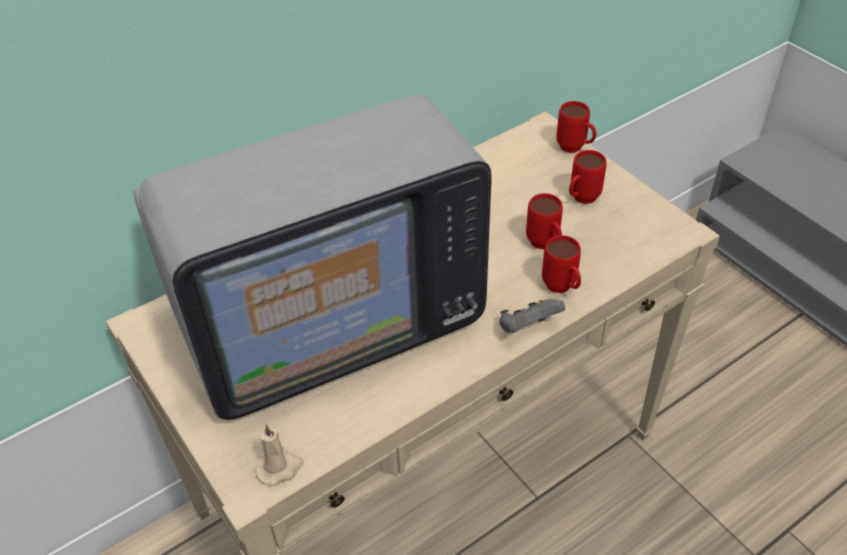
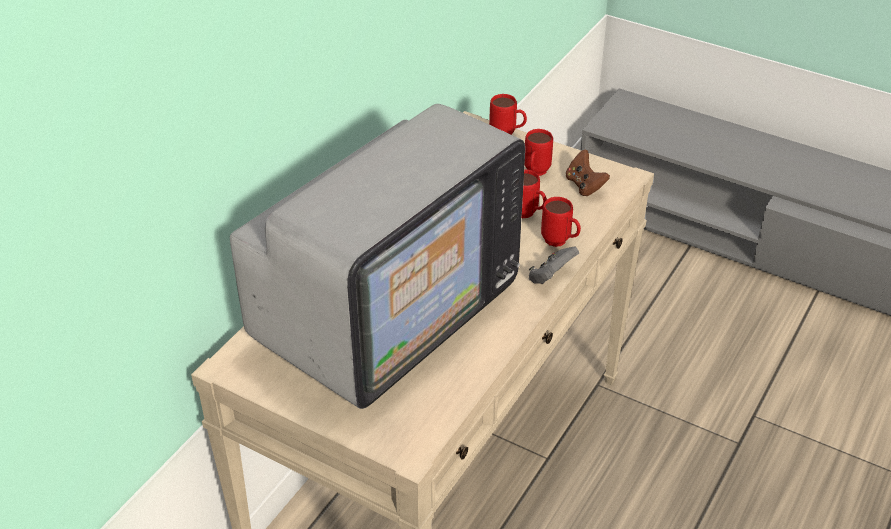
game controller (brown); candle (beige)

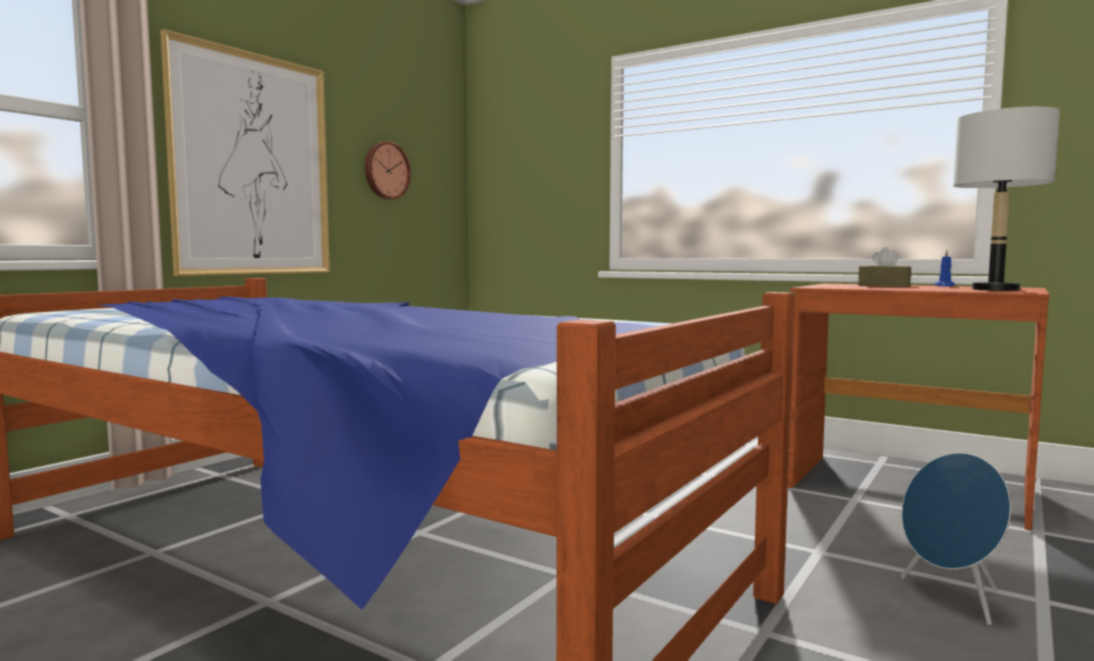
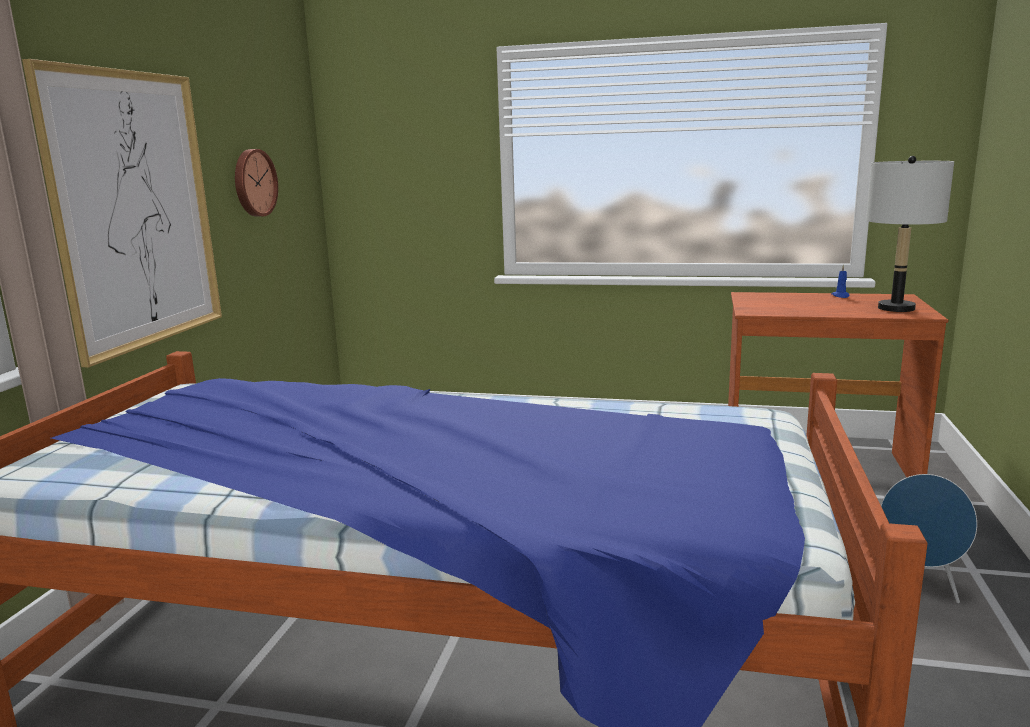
tissue box (brown)

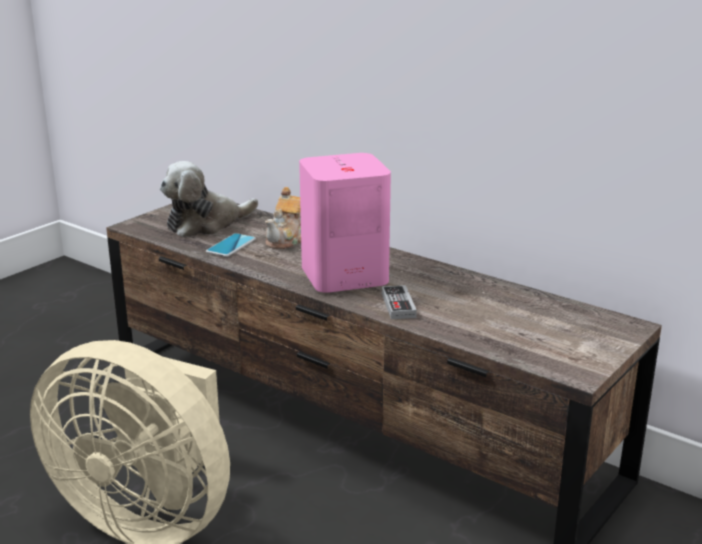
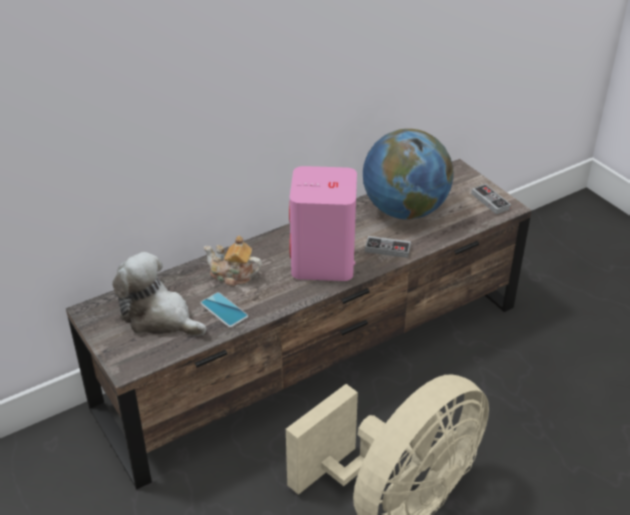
plush toy; teapot; globe; game controller (2nd from left)

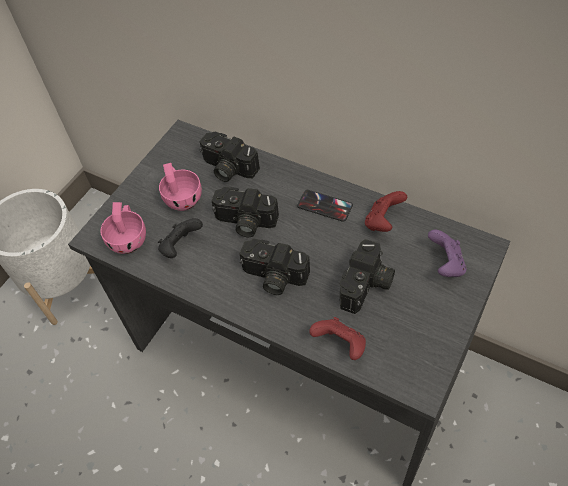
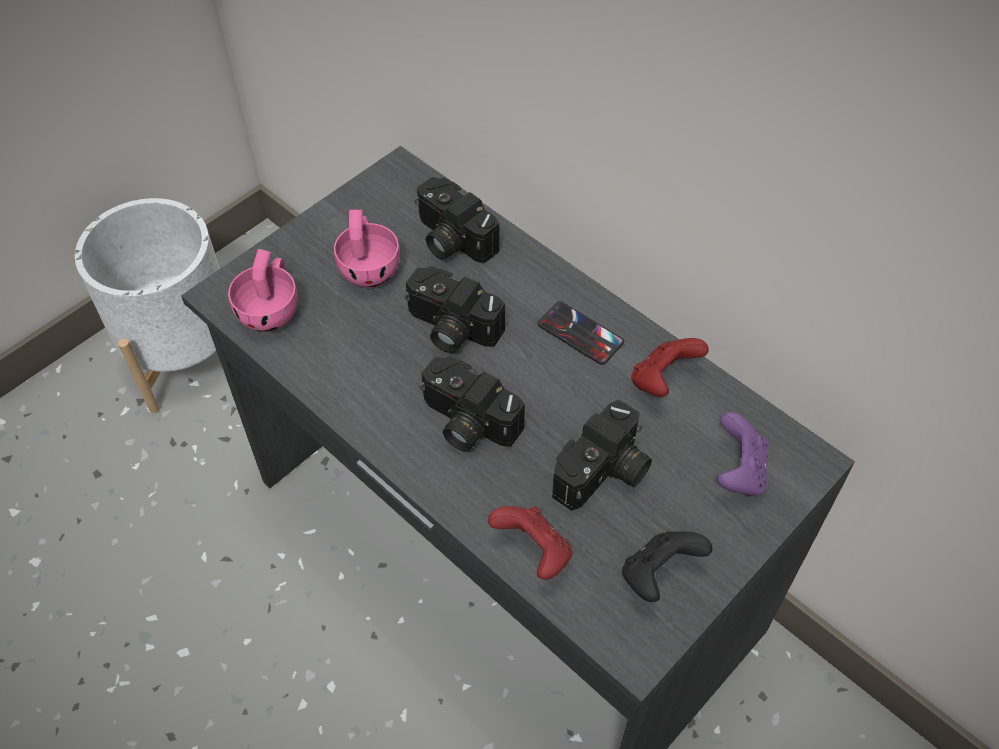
game controller (black)

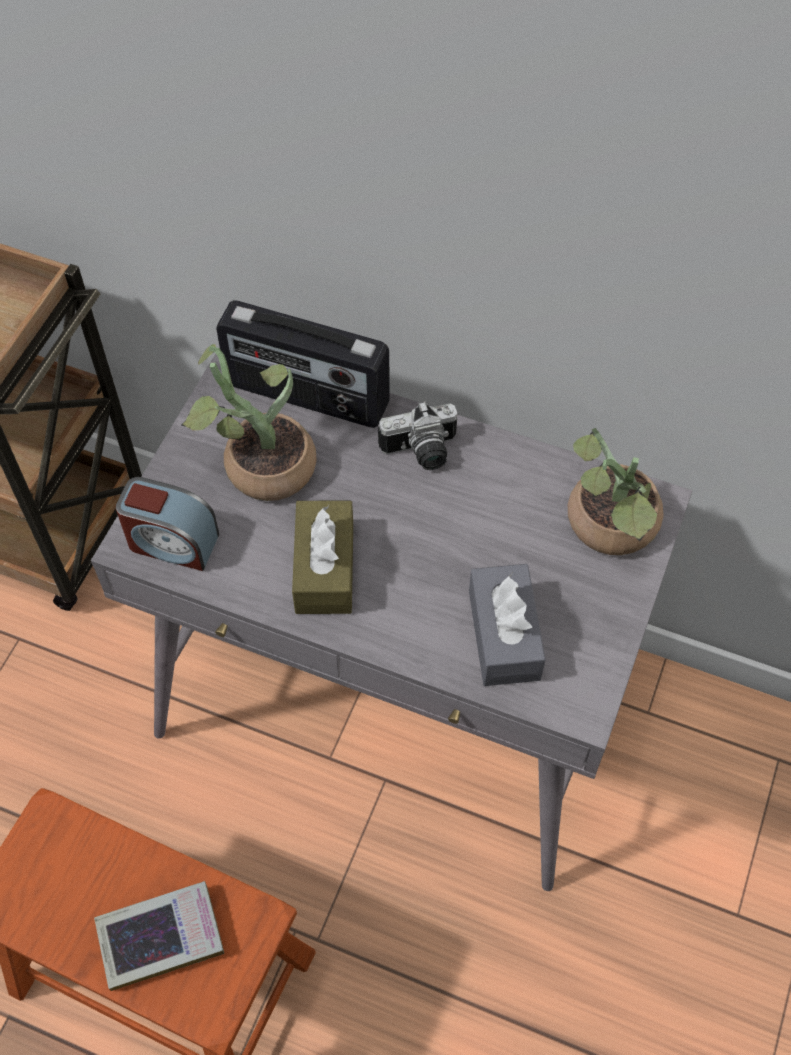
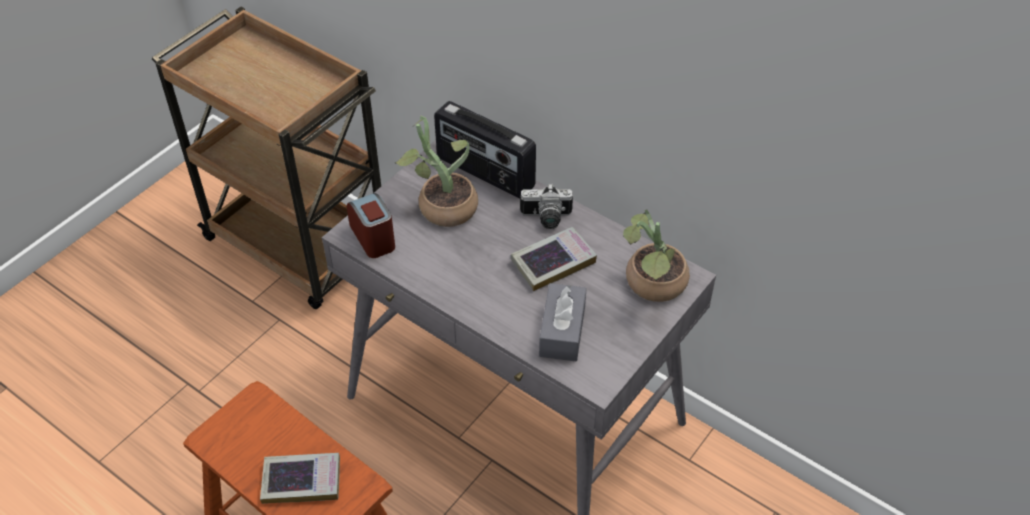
alarm clock; book (2nd from left); tissue box (brown)

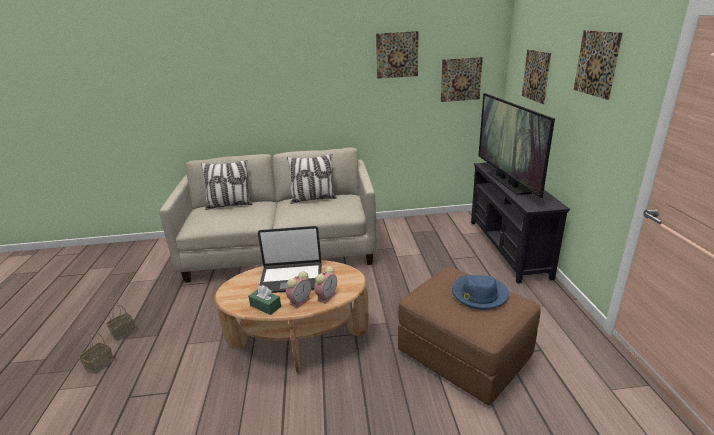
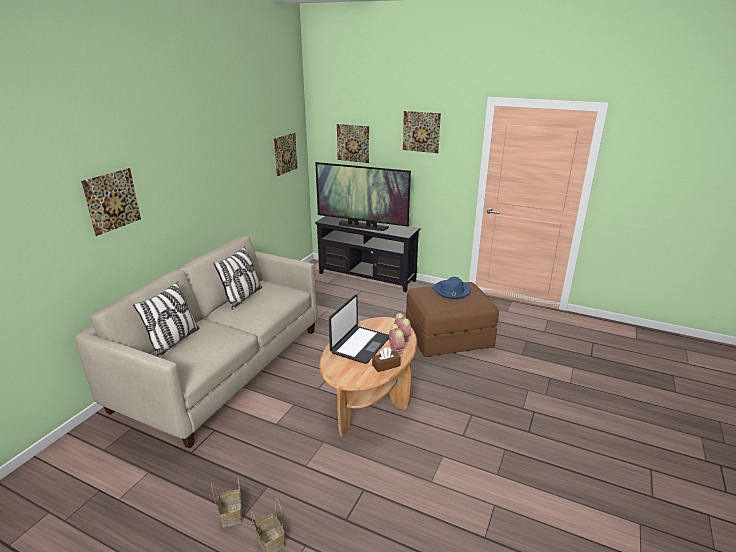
picture (1st from left); tissue box (brown)

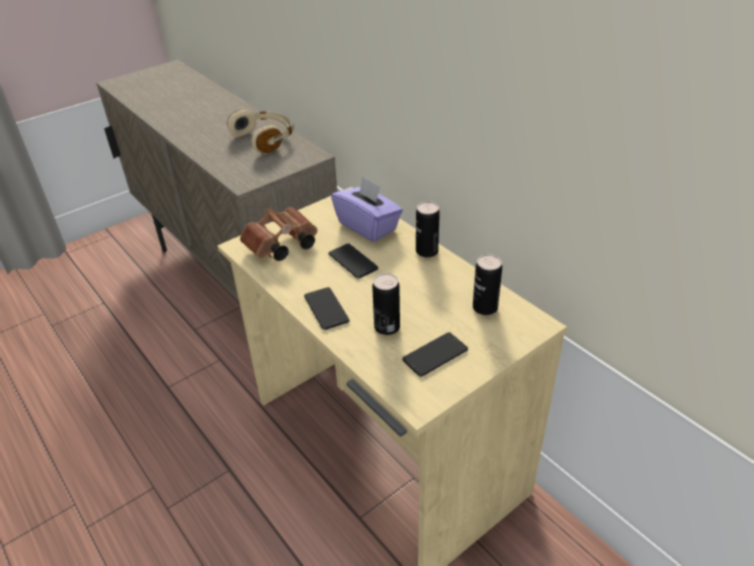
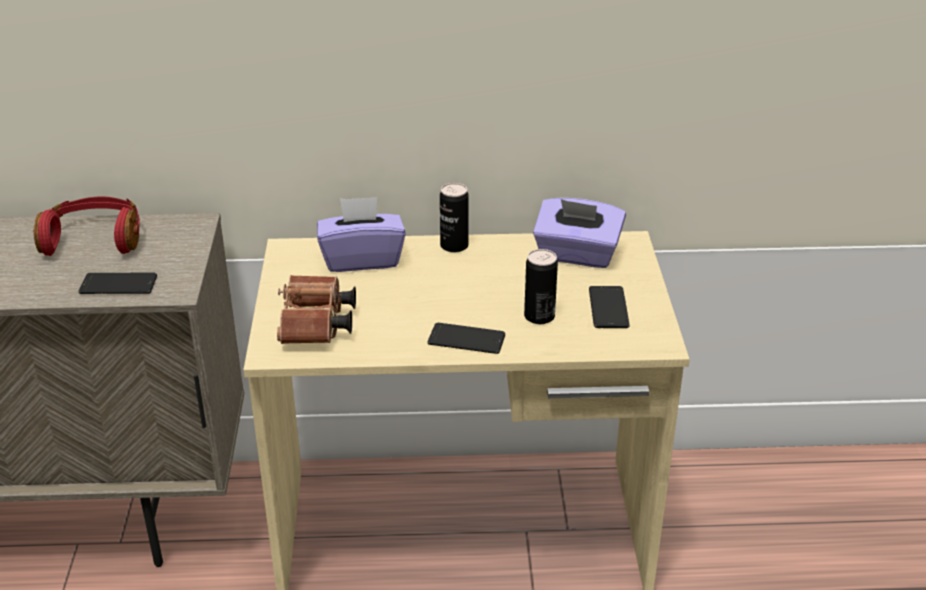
headphones (red); phone (1st from left); tissue box (purple) (2nd from left)

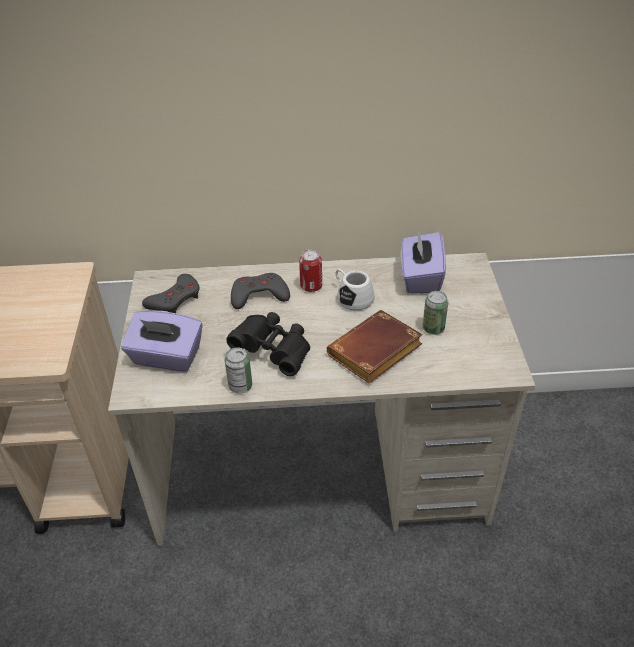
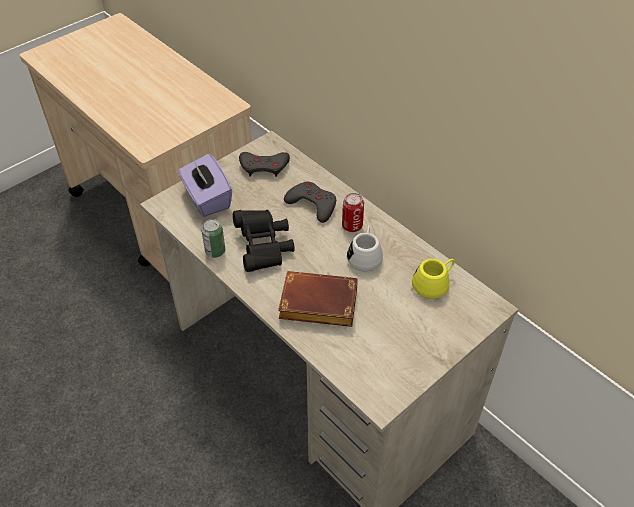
mug (yellow); can (3rd from left in the first image)

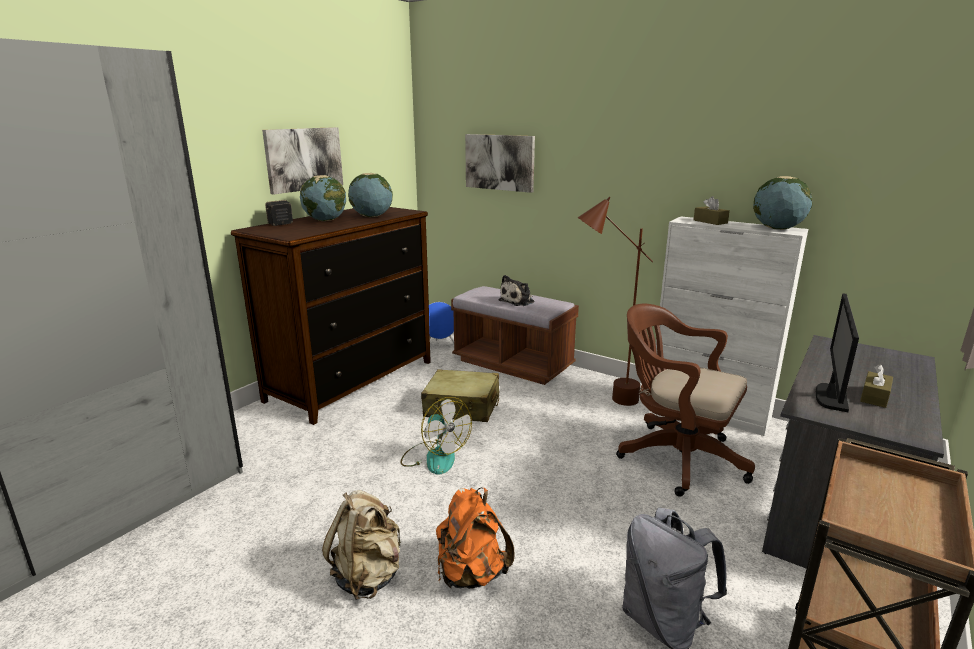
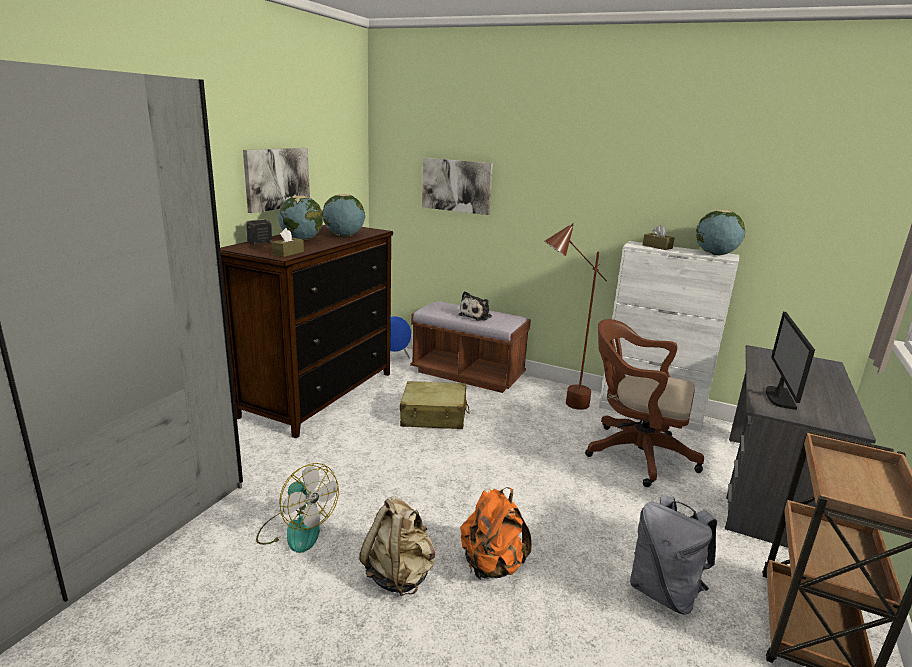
fan; tissue box (brown) (1st from left)

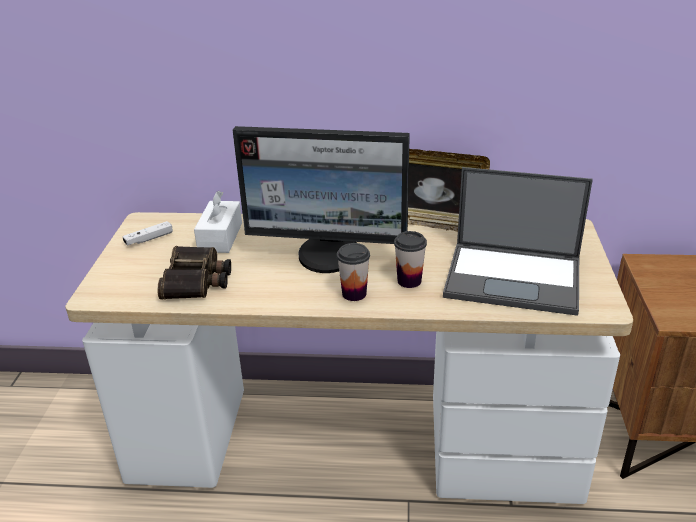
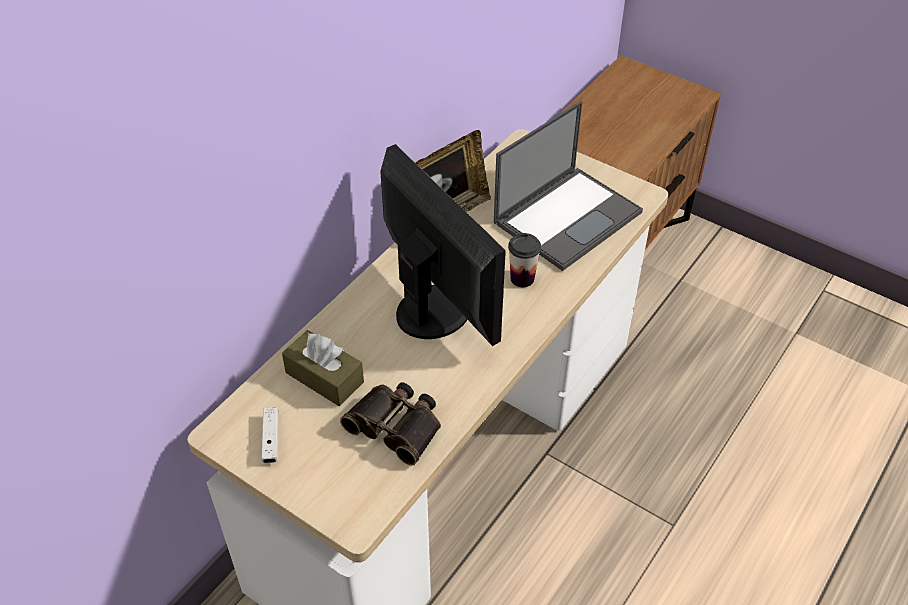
tissue box (brown); monitor; cup (1st from left in the first image)

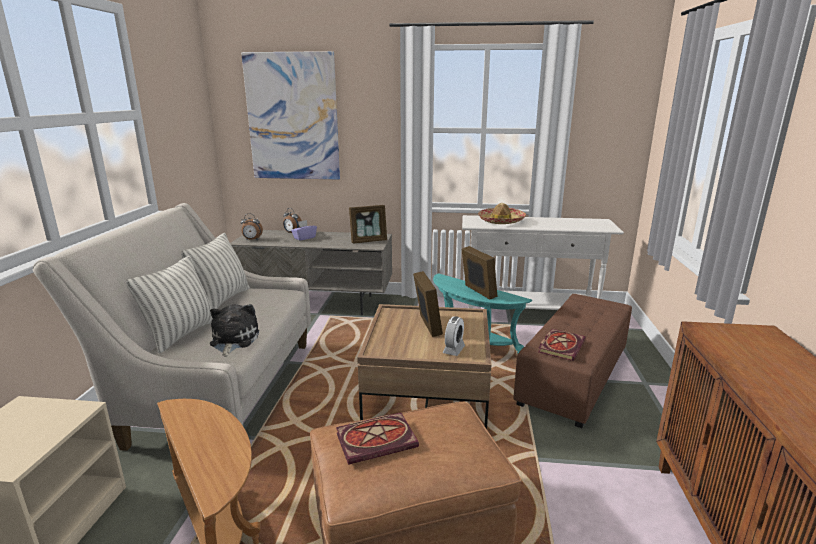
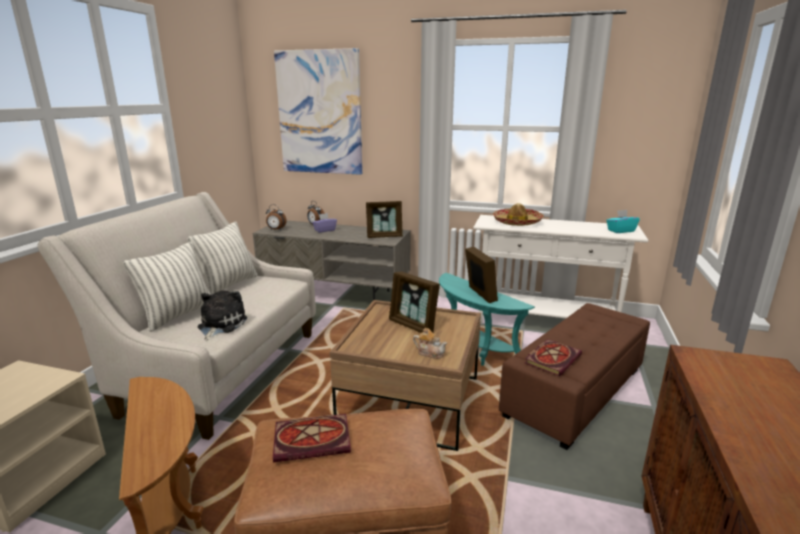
picture frame (2nd from left); teapot; tissue box (turquoise)

